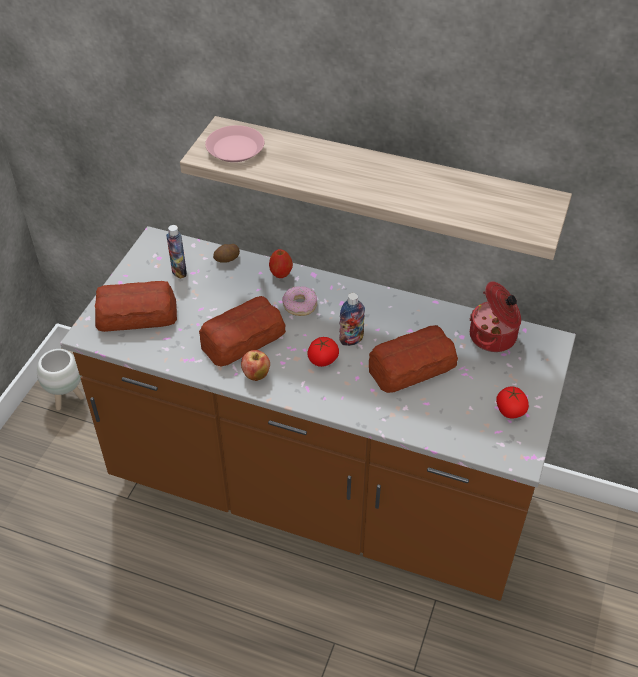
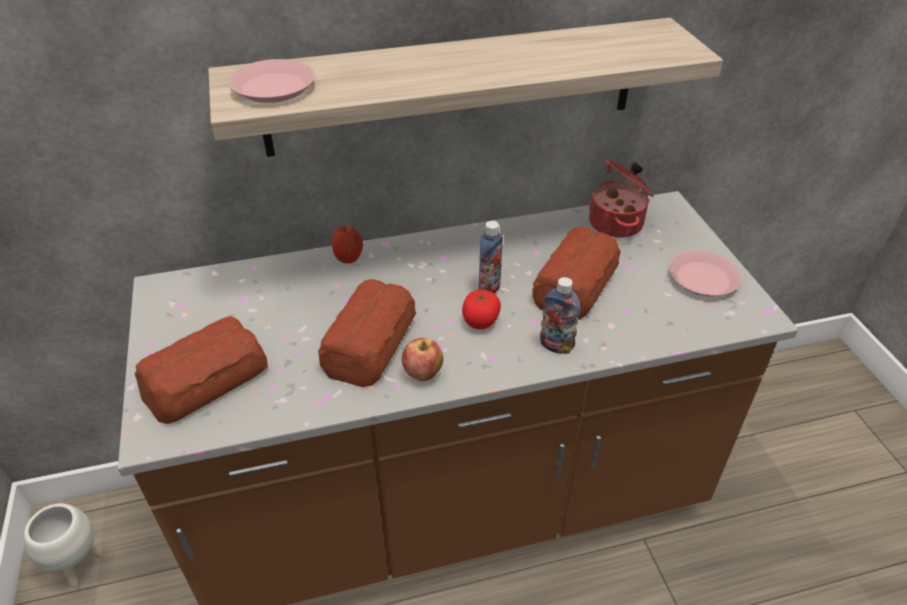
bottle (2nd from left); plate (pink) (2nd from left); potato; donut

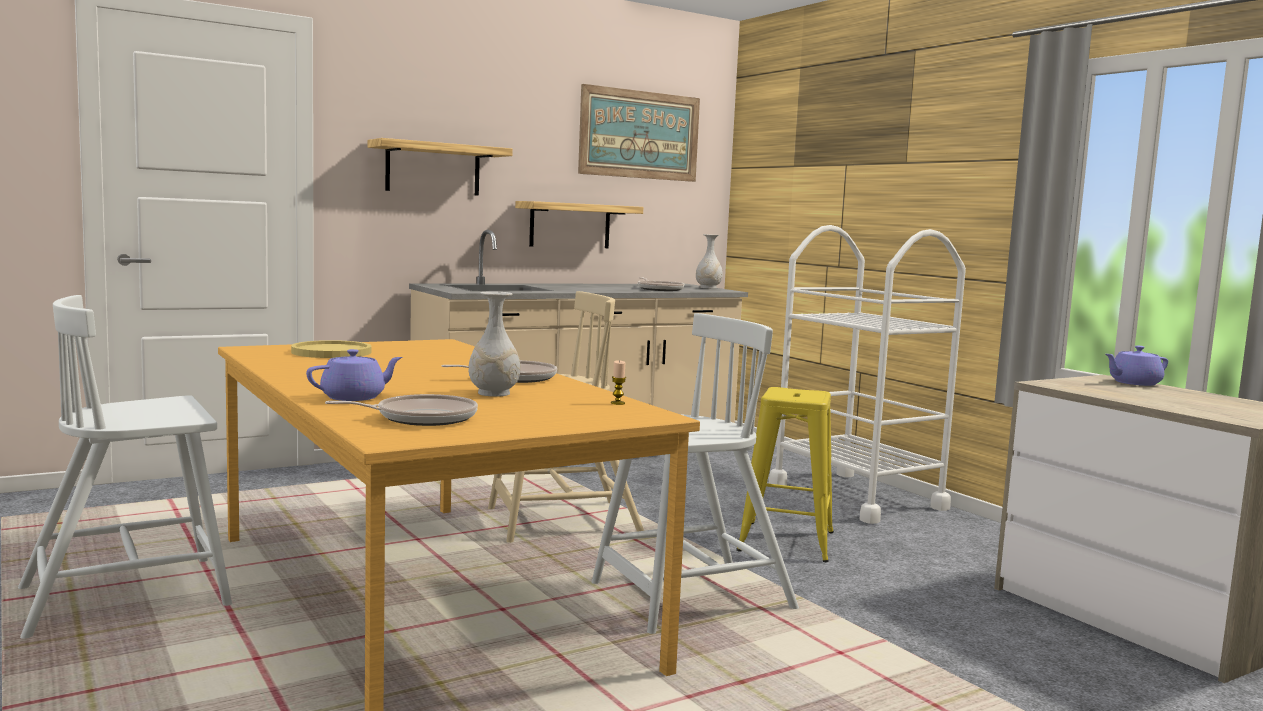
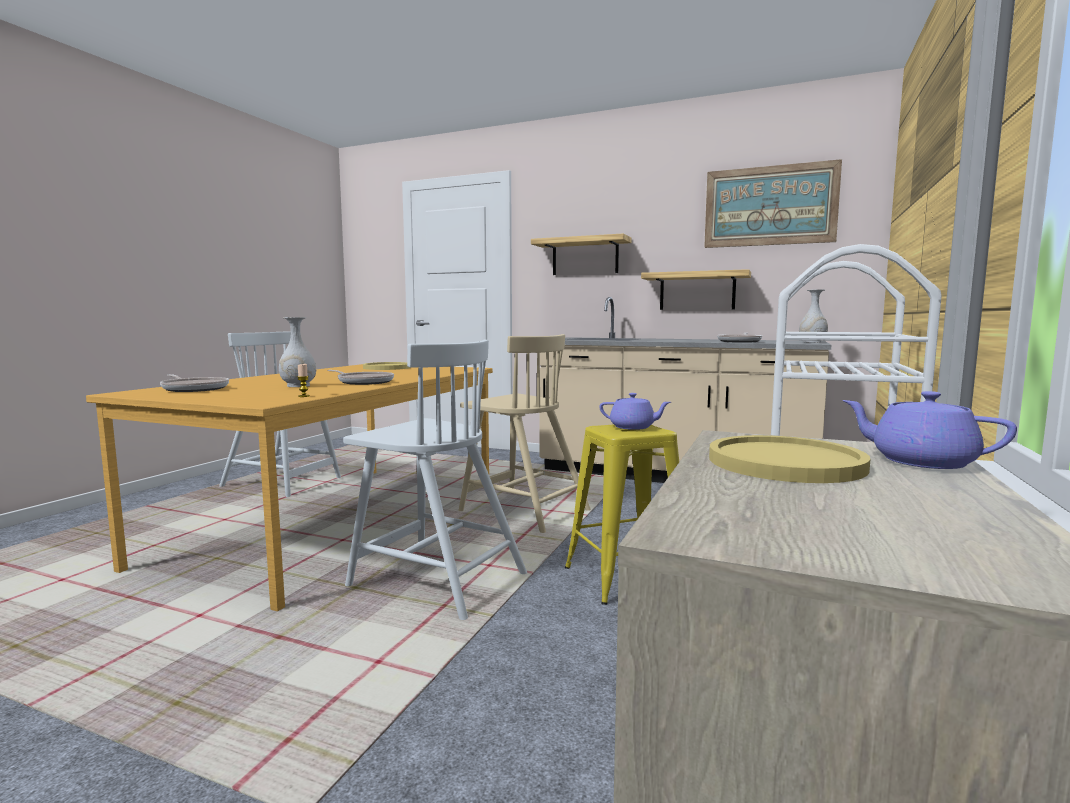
teapot (purple) (1st from left); plate (yellow) (2nd from left)

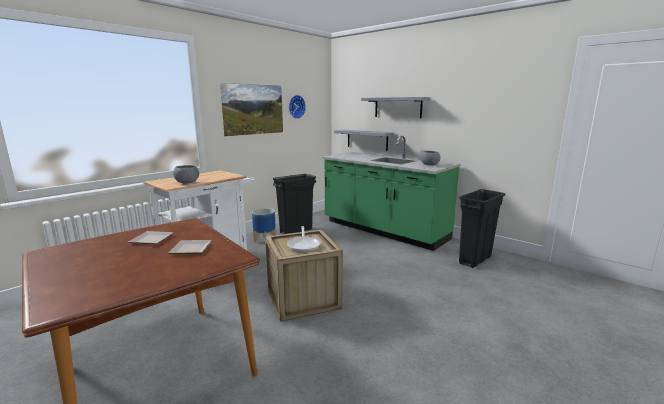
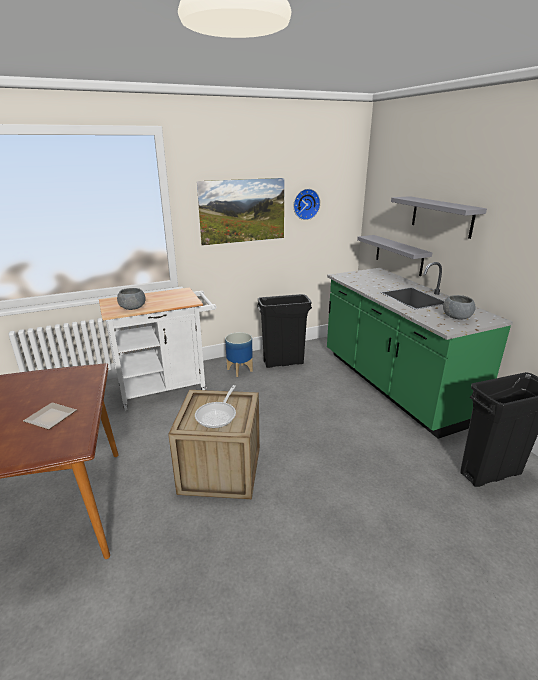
plate (1st from left in the first image)

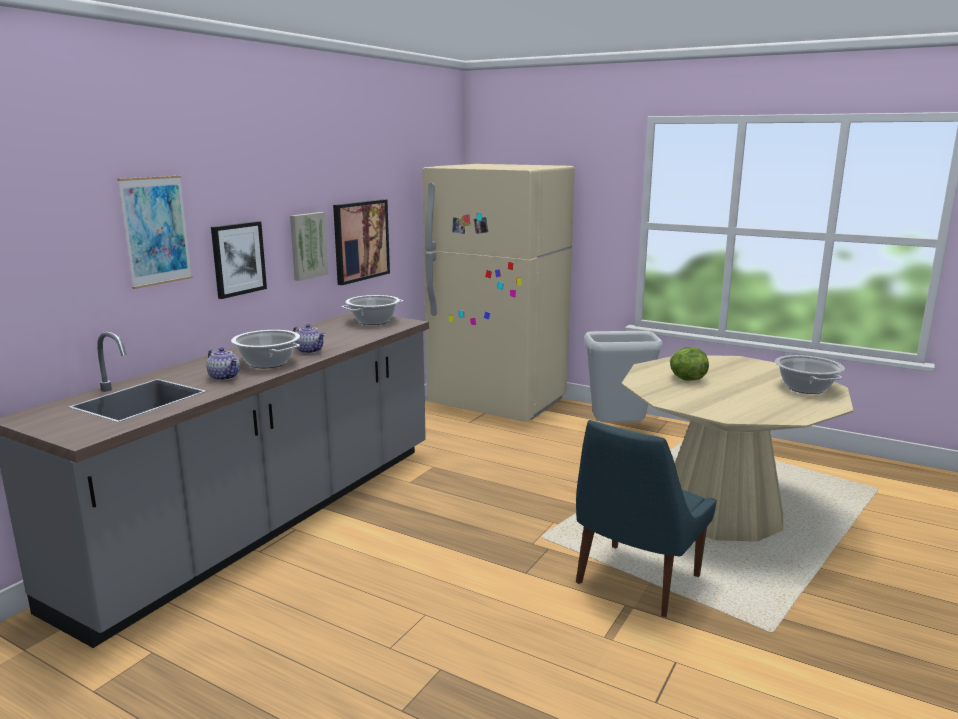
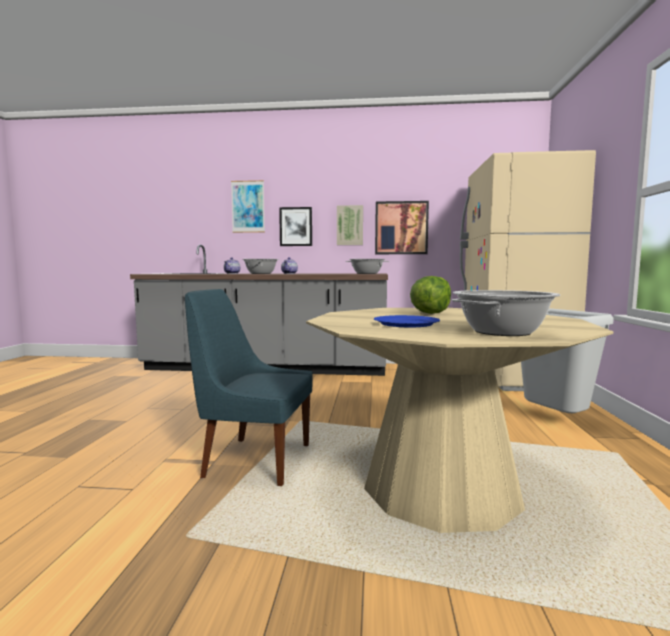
plate (blue)

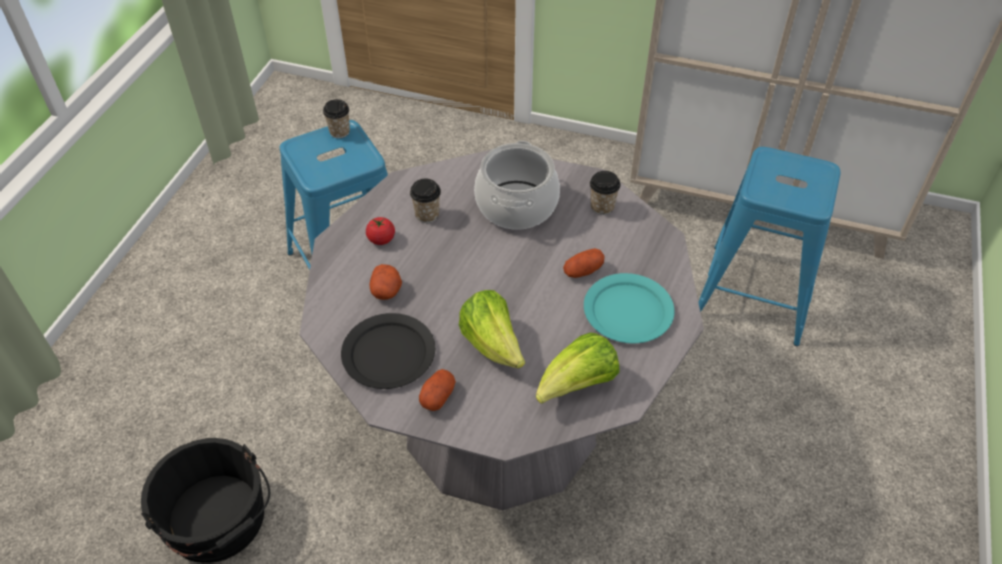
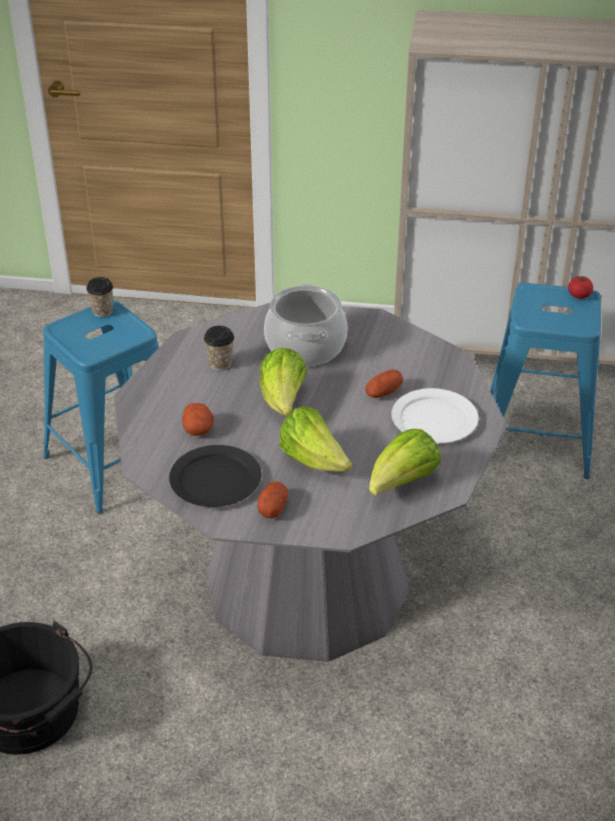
lettuce (1st from left); plate (white); tomato; cup (3rd from left in the first image)

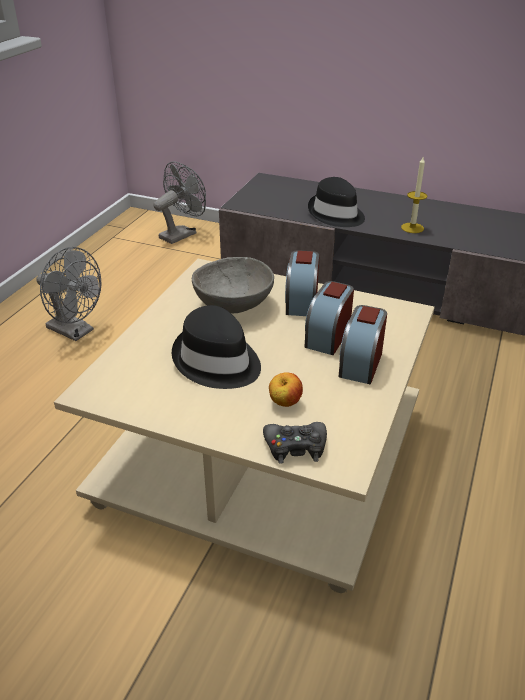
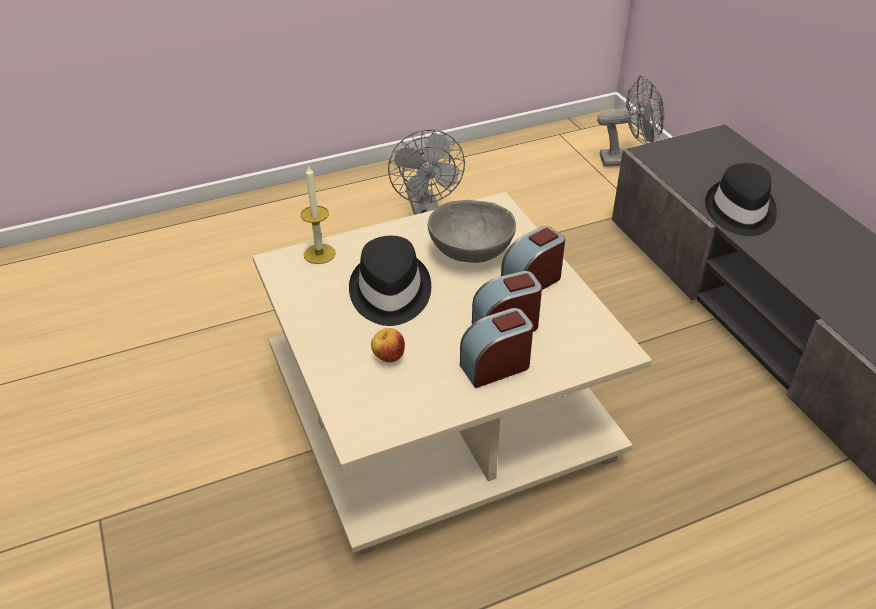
candle; game controller (black)

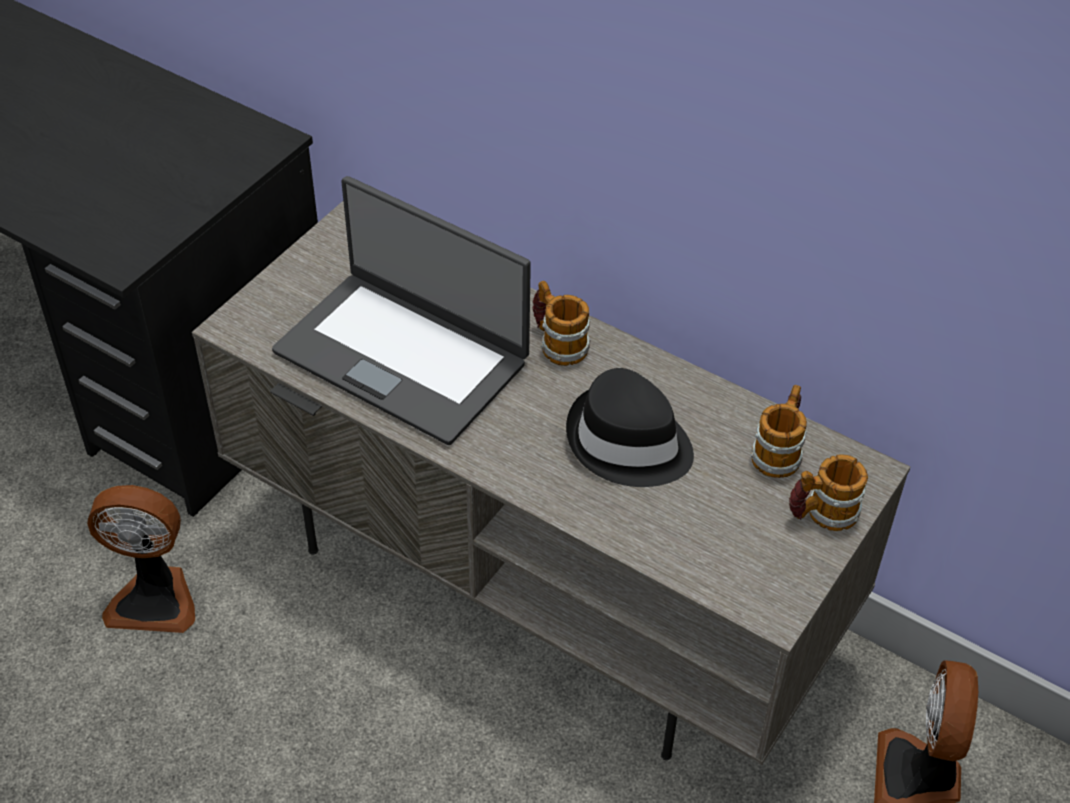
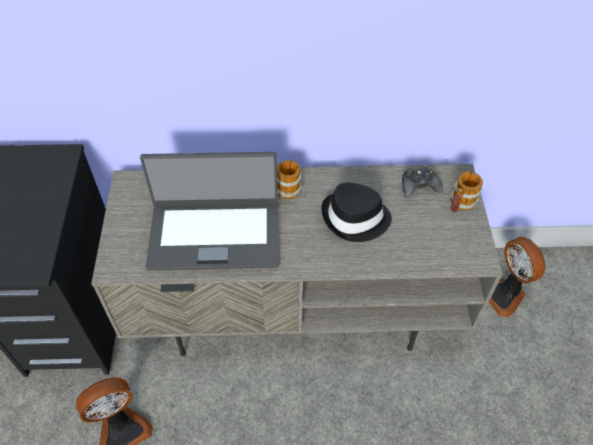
game controller (black)

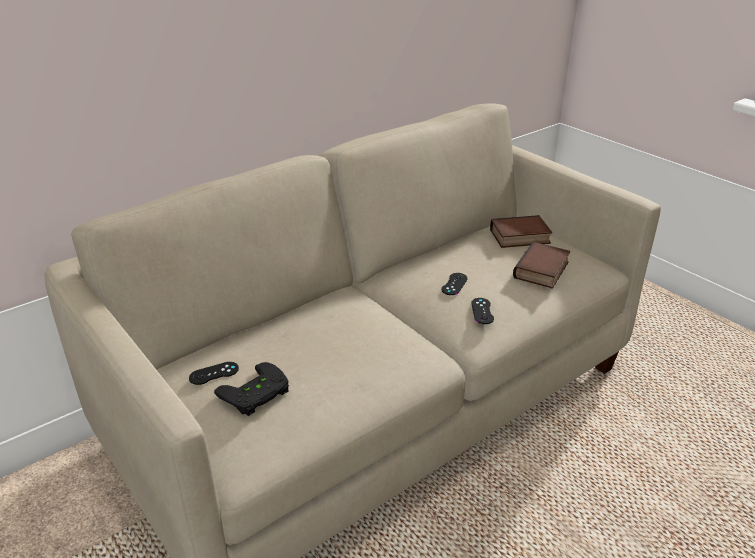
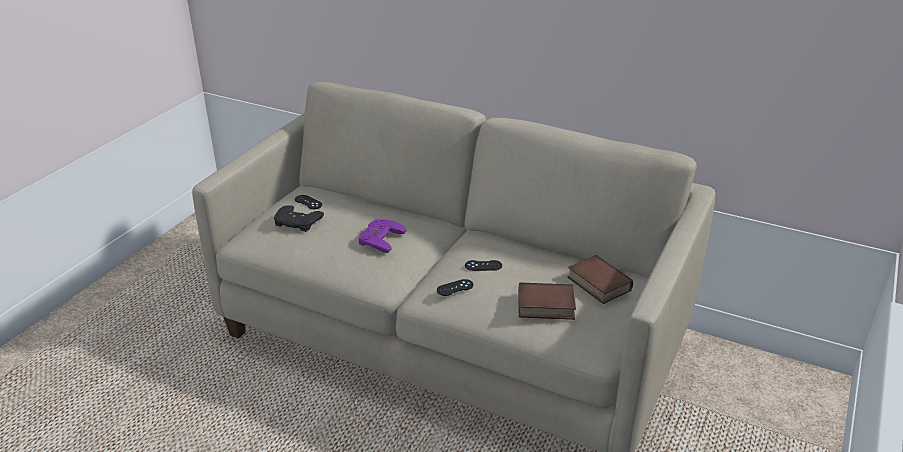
game controller (purple)

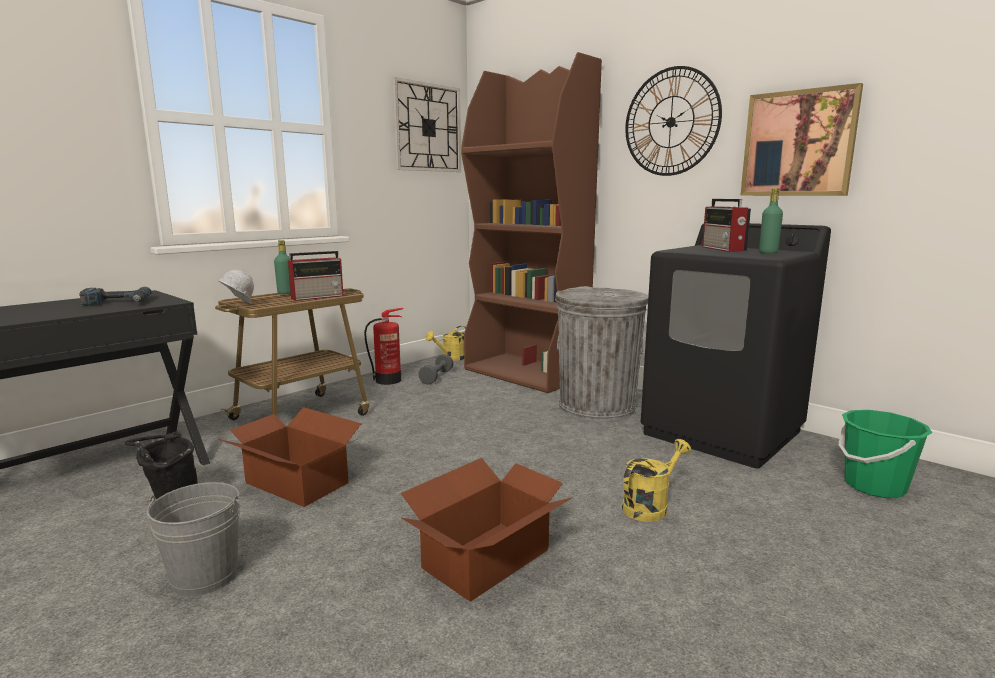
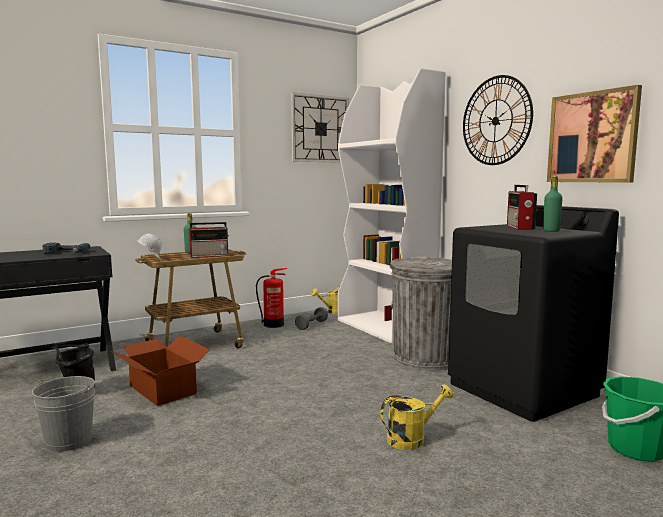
bookcase (white); cardboard box (2nd from left in the first image)

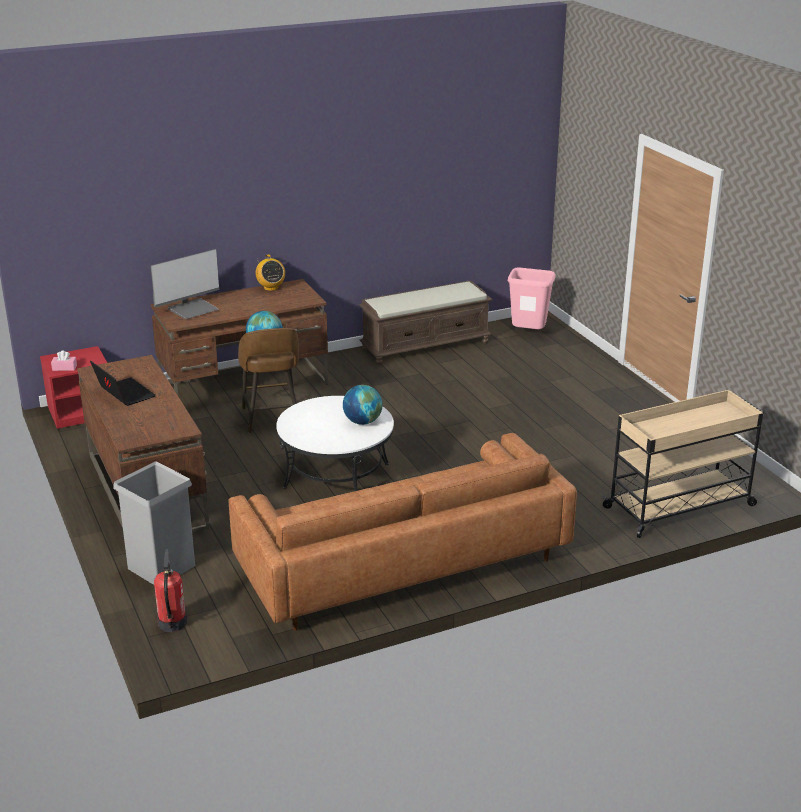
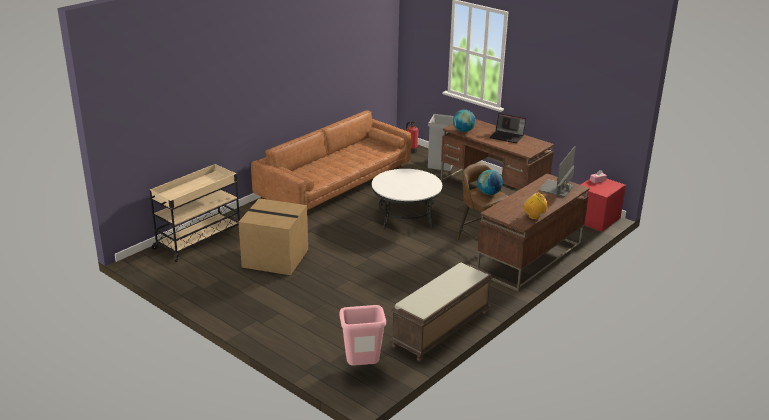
cardboard box; globe (1st from left)

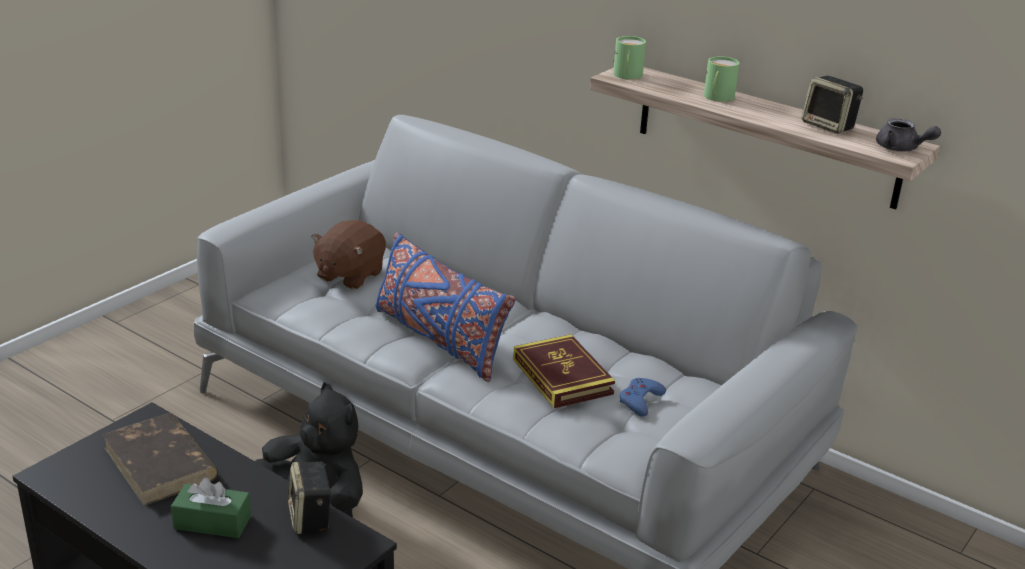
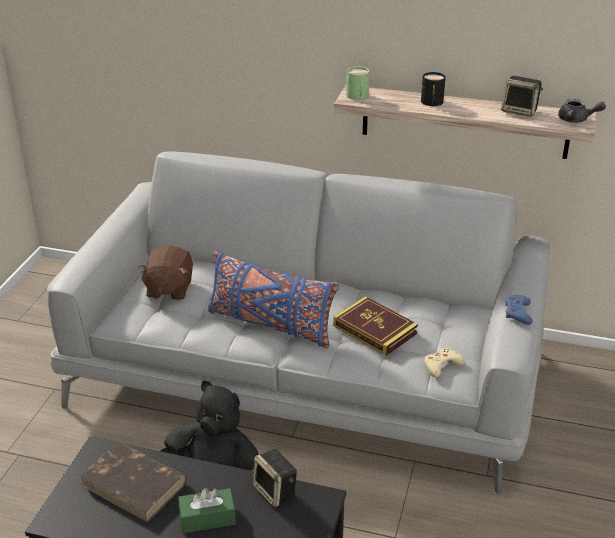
mug (black); game controller (beige); game controller (blue)

